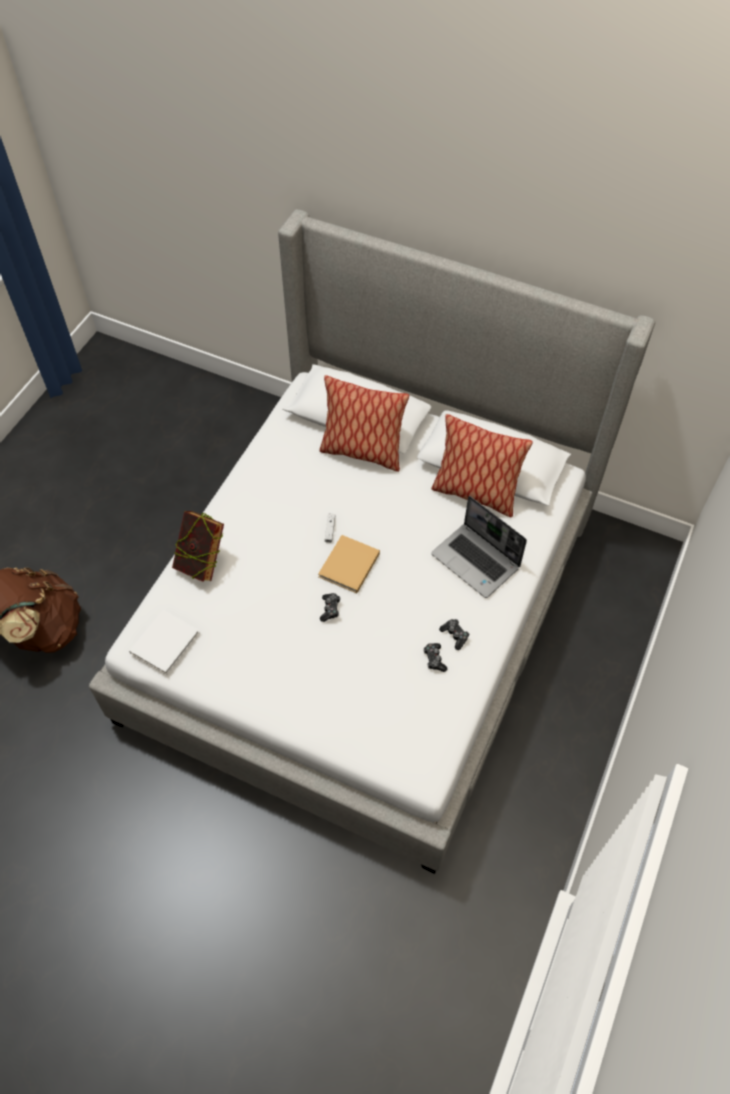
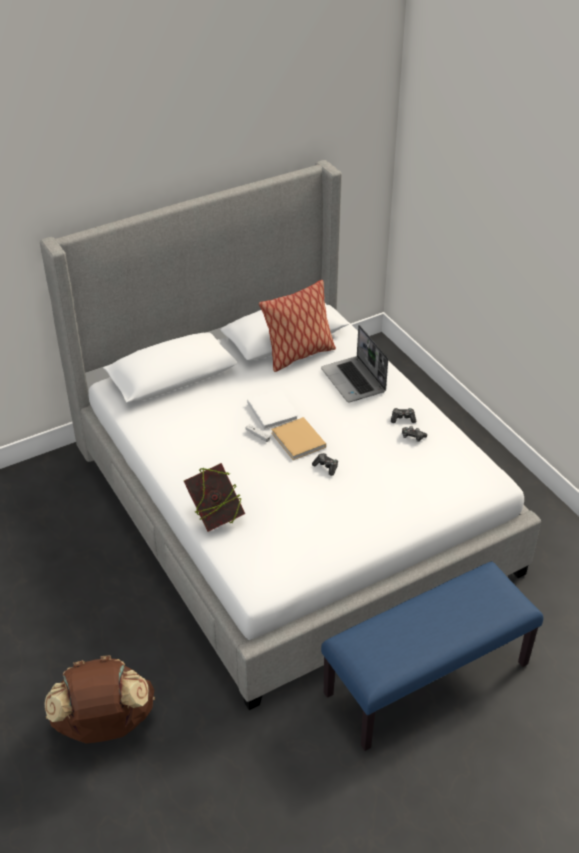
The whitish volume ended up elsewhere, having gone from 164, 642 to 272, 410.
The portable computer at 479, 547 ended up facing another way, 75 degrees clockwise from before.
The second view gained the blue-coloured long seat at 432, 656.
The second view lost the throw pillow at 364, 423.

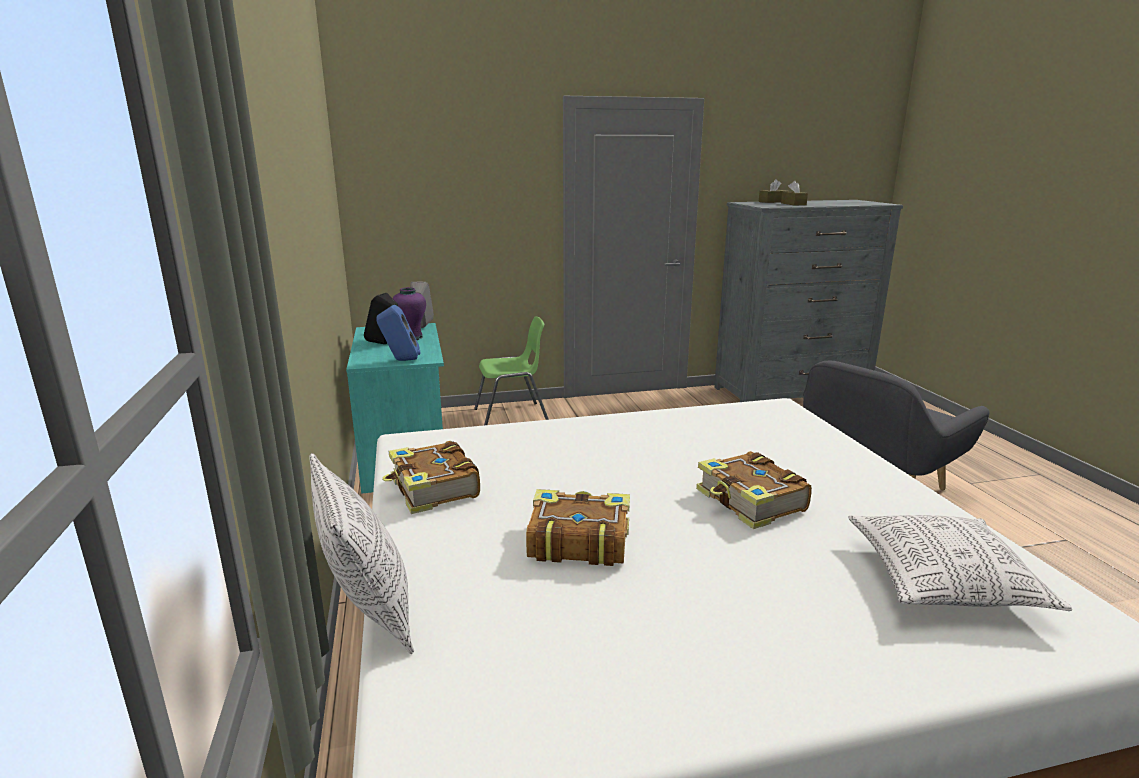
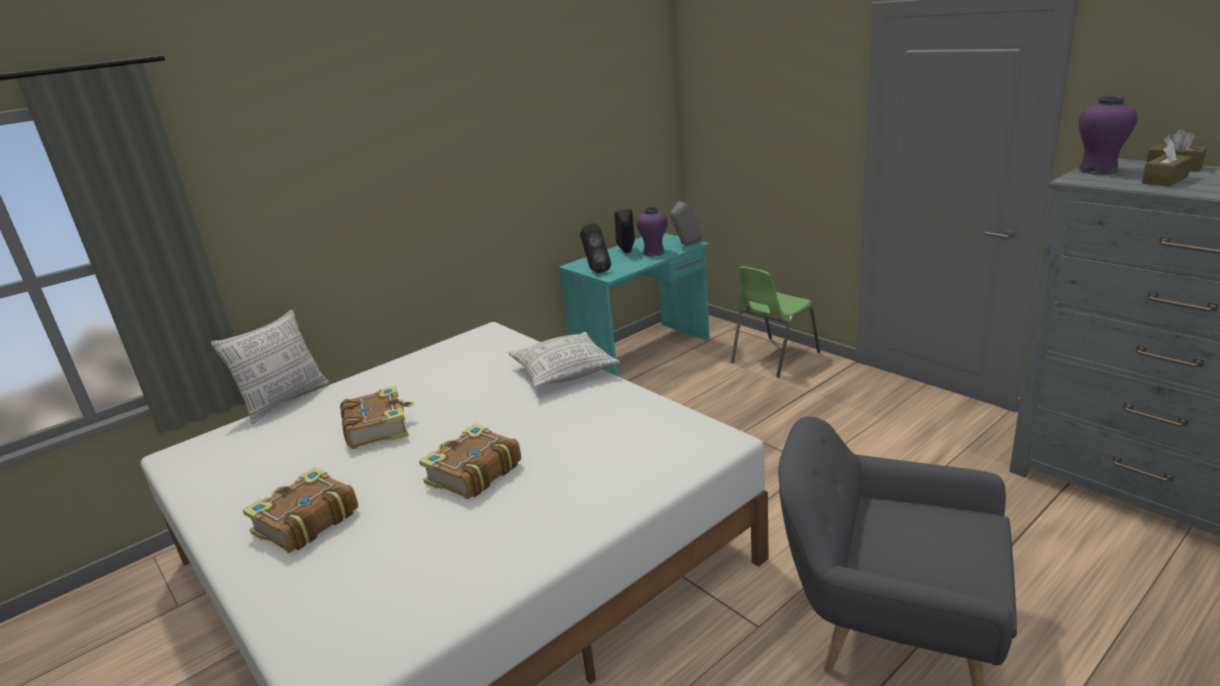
The volume ended up elsewhere, having gone from 431, 477 to 300, 510.
The throw pillow ended up elsewhere, having gone from 960, 563 to 564, 360.
What was the blue-coloured speaker at 398, 333 turned into the blackish speaker at 595, 248.
The greenish chair at 511, 370 ended up facing another way, 90 degrees clockwise from before.
The second view gained the purplish decorative vase at 1108, 135.

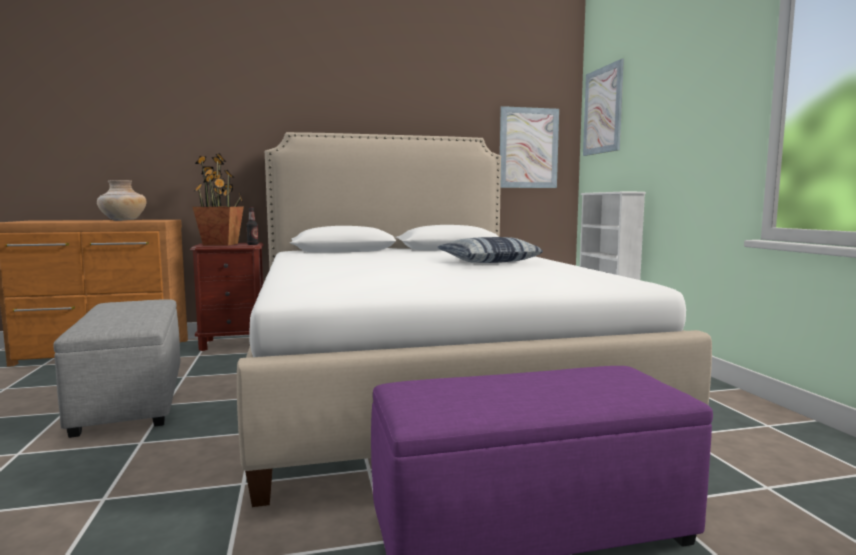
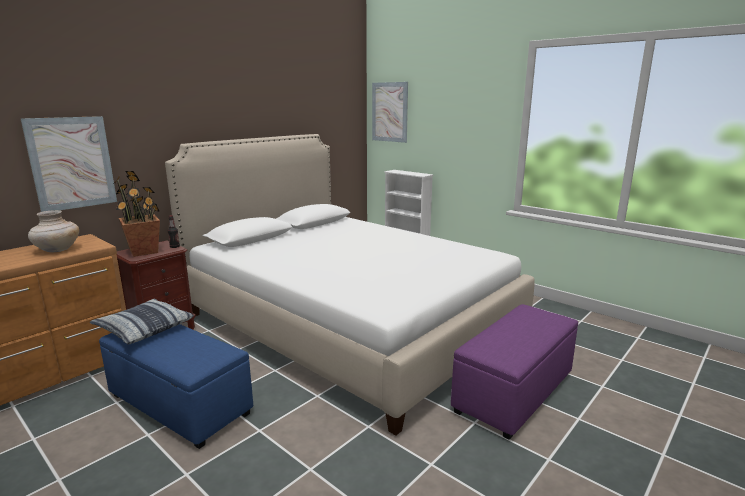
The wall art ended up elsewhere, having gone from 529, 147 to 69, 164.
The throw pillow ended up elsewhere, having gone from 490, 250 to 141, 321.
What was the grey ottoman at 116, 368 turned into the blue-coloured ottoman at 176, 386.

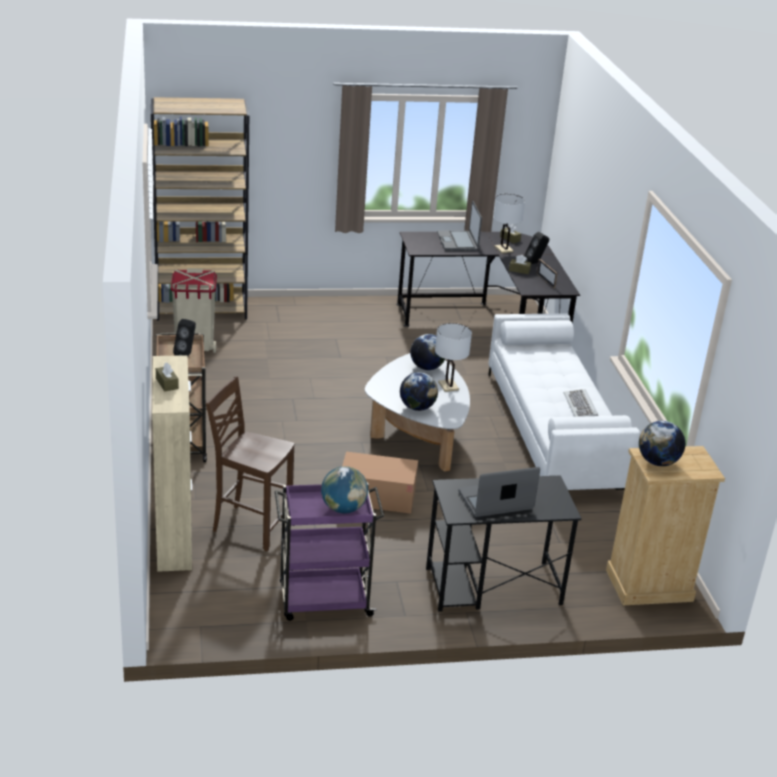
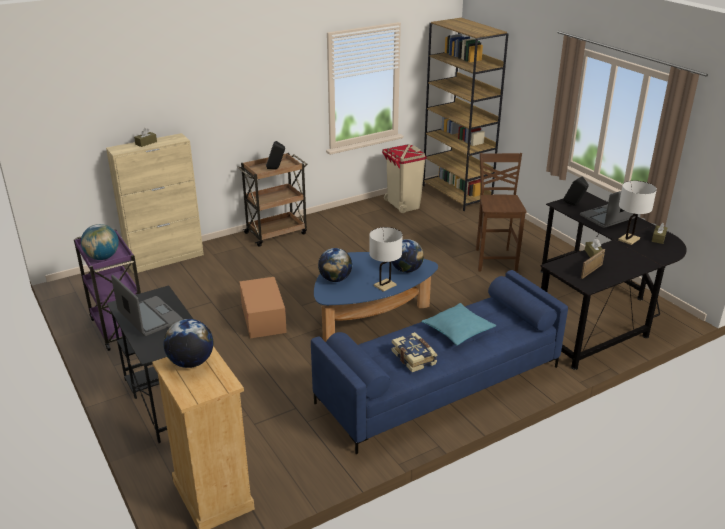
What was the whitish couch at 564, 401 turned into the blue-coloured couch at 439, 362.
What was the whitish coffee table at 417, 412 turned into the blue-coloured coffee table at 376, 297.
Where the keyboard stood at 581, 403, the volume came to stand at 414, 352.
The second view gained the turquoise throw pillow at 459, 324.
The brownish chair ended up elsewhere, having gone from 250, 463 to 501, 212.
The blackish speaker ended up elsewhere, having gone from 536, 248 to 576, 191.

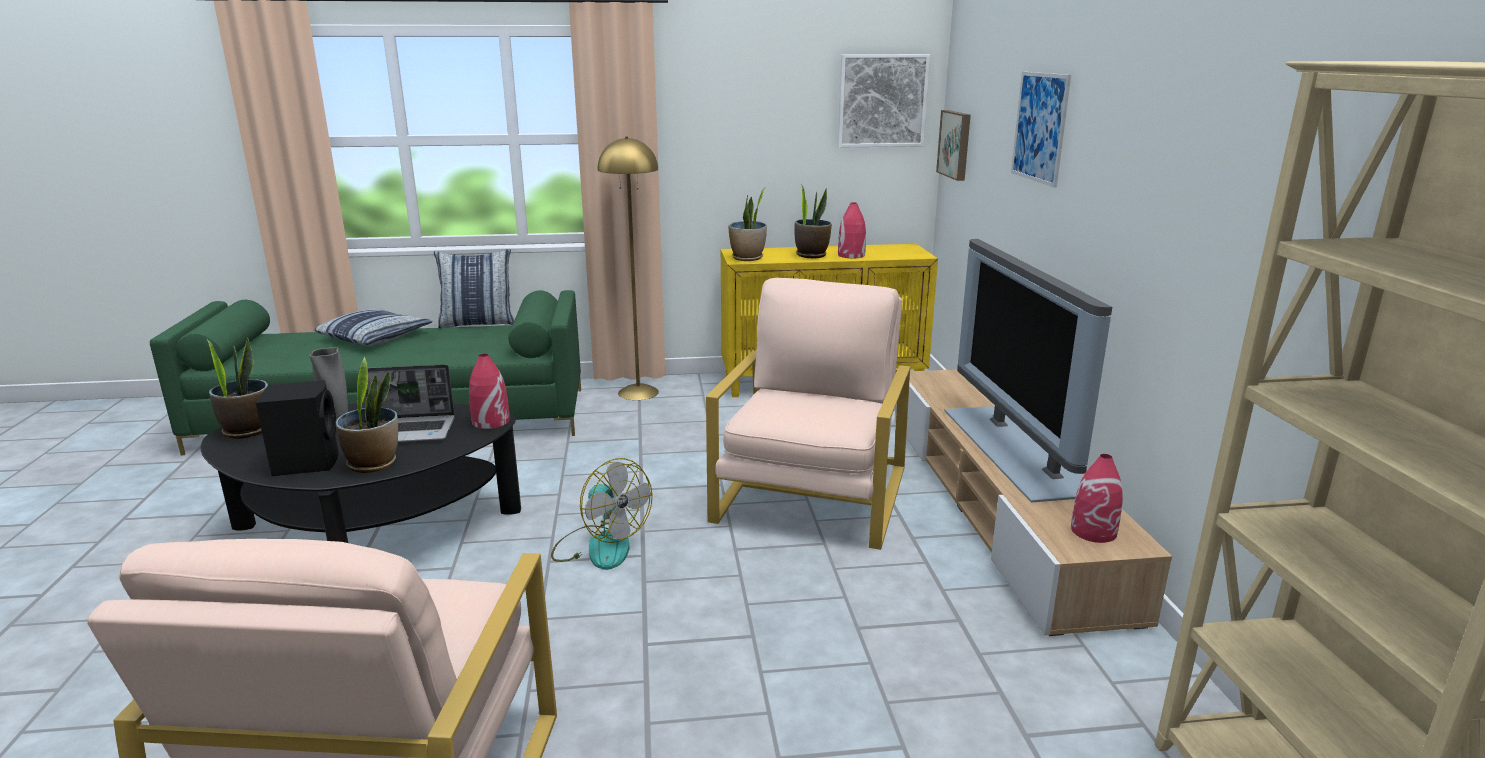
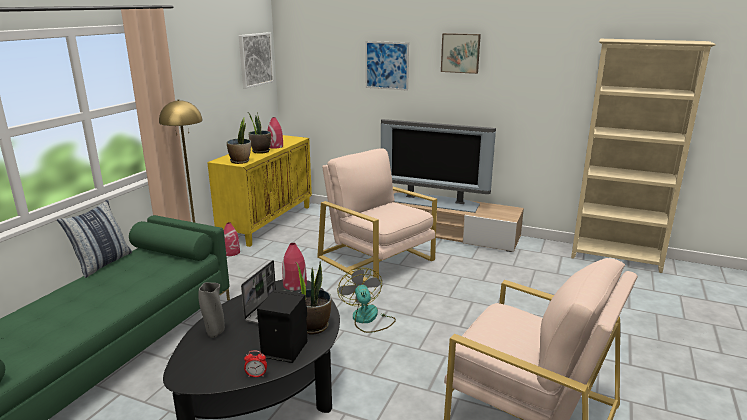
The red-coloured decorative vase ended up elsewhere, having gone from 1097, 498 to 232, 239.
The second view gained the table clock at 255, 364.
The fan at 601, 514 ended up facing another way, 90 degrees counterclockwise from before.
The wall art ended up elsewhere, having gone from 953, 145 to 461, 53.
The second view lost the plant in a pot at 236, 388.
The second view lost the throw pillow at 373, 327.

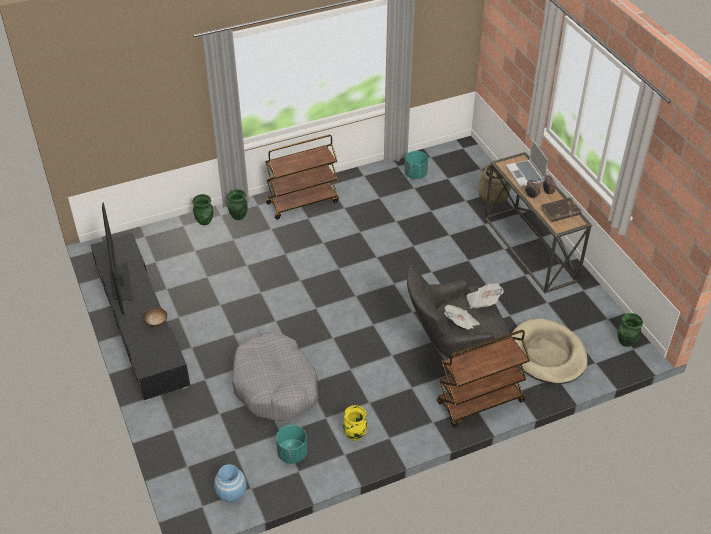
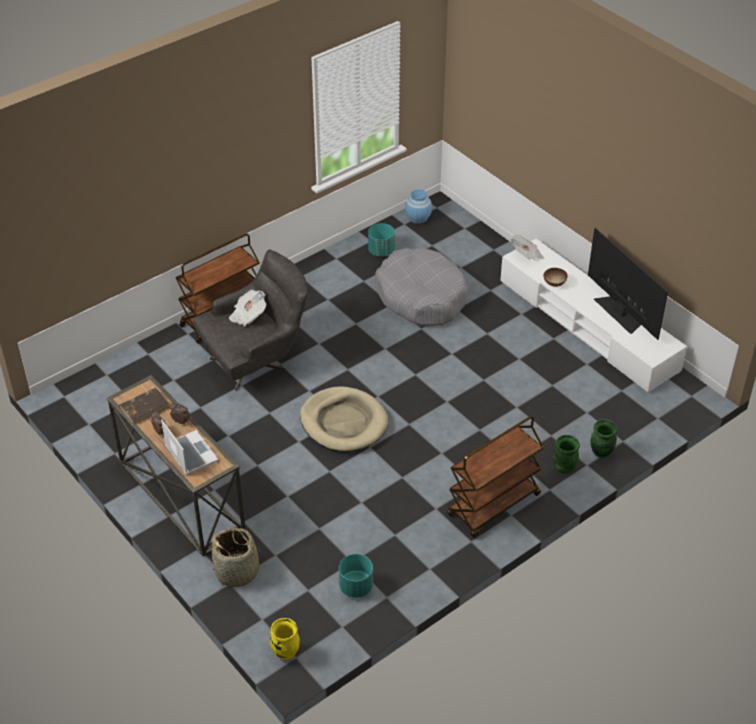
The yellow decorative vase ended up elsewhere, having gone from 355, 423 to 285, 639.
The beige pet bed ended up elsewhere, having gone from 550, 351 to 344, 419.
What was the blackish tv unit at 140, 317 turned into the whitish tv unit at 593, 315.
The printed paper ended up elsewhere, having gone from 485, 295 to 527, 247.
The second view lost the greenish decorative vase at 630, 330.

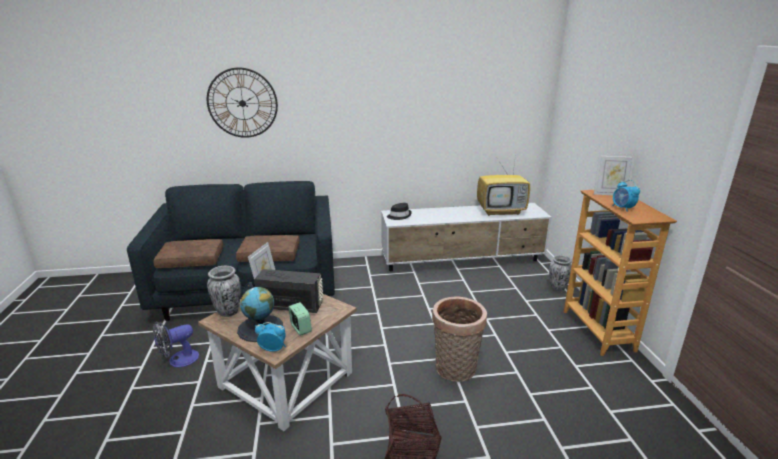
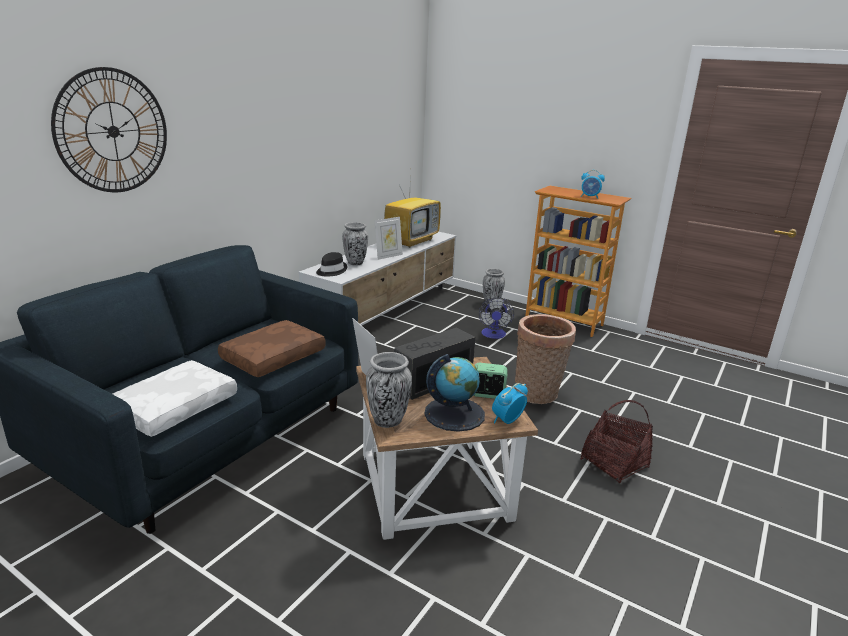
What was the brownish throw pillow at 188, 253 turned into the whitish throw pillow at 175, 398.
The second view gained the decorative vase at 355, 244.
The photo frame ended up elsewhere, having gone from 614, 174 to 389, 238.
The fan ended up elsewhere, having gone from 176, 344 to 496, 318.

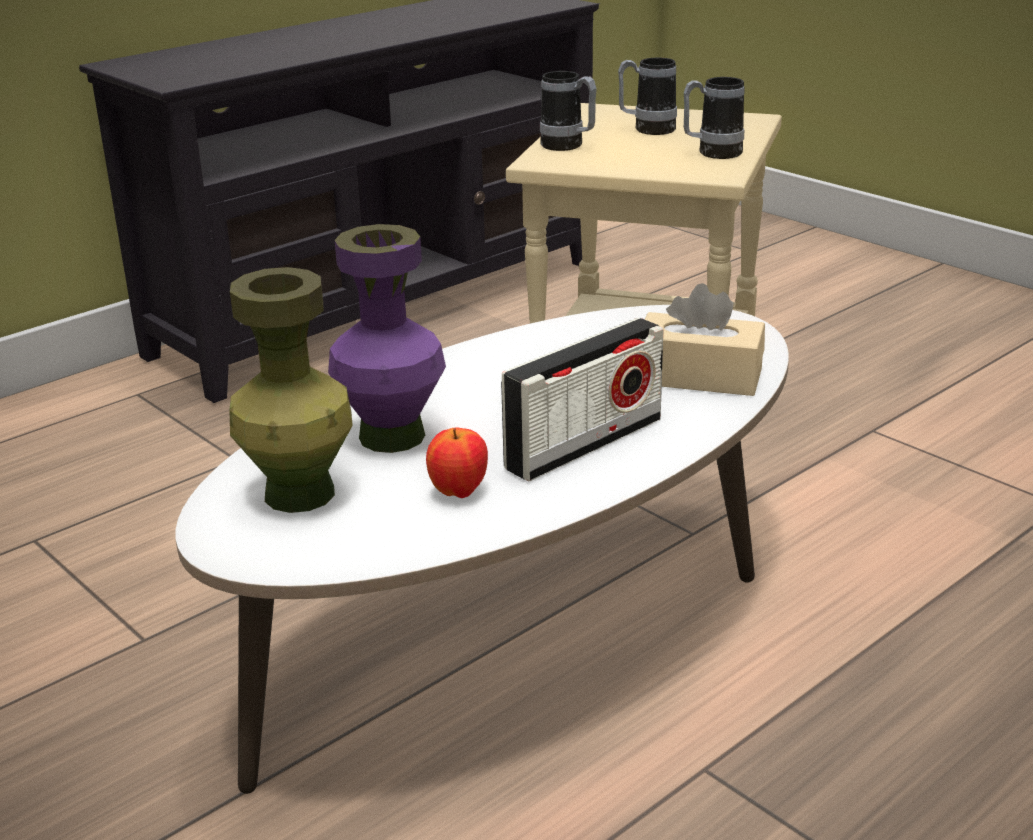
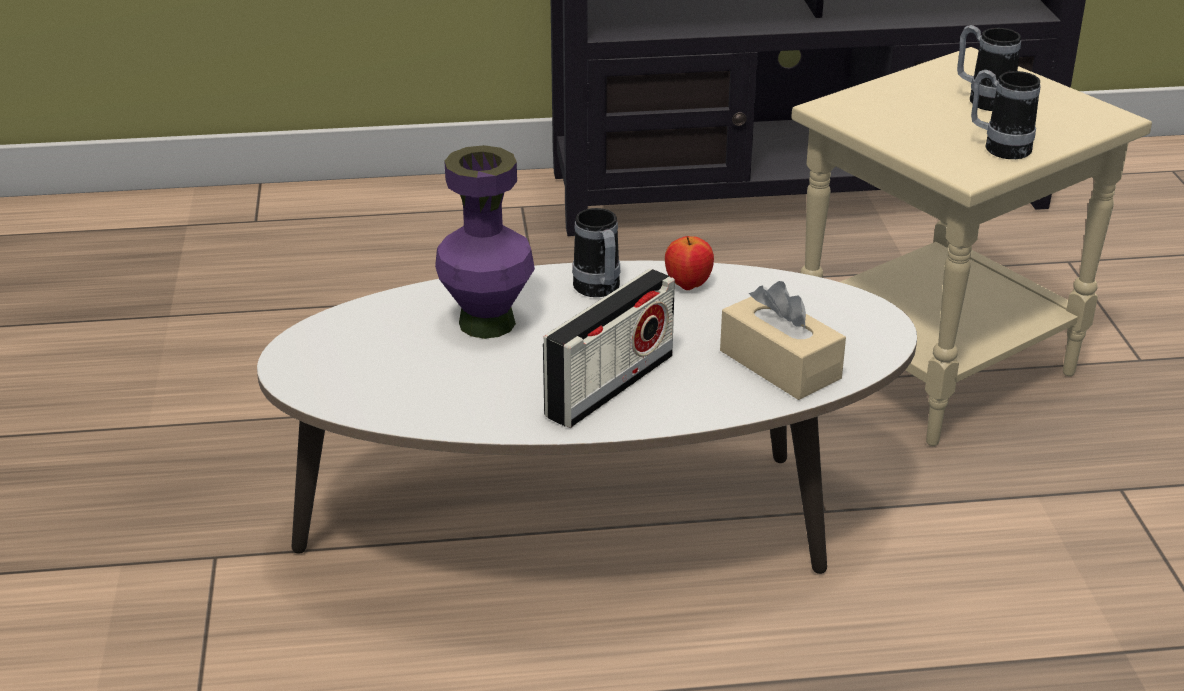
The radio set at 582, 399 ended up facing another way, 45 degrees counterclockwise from before.
The tea mug ended up elsewhere, having gone from 568, 111 to 596, 252.
The apple ended up elsewhere, having gone from 457, 463 to 689, 263.
The second view lost the greenish decorative vase at 291, 390.

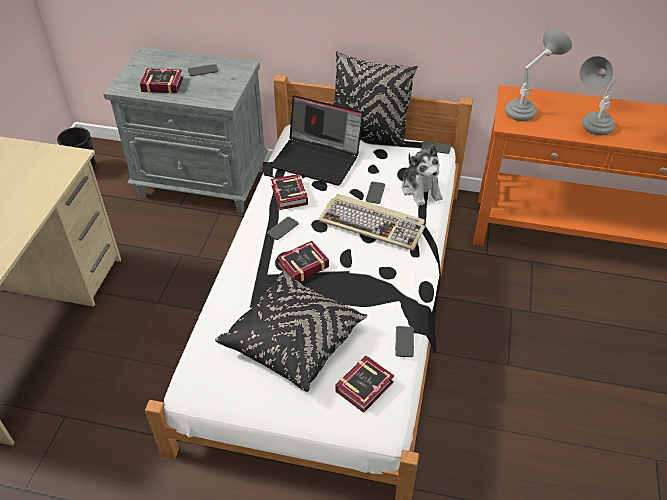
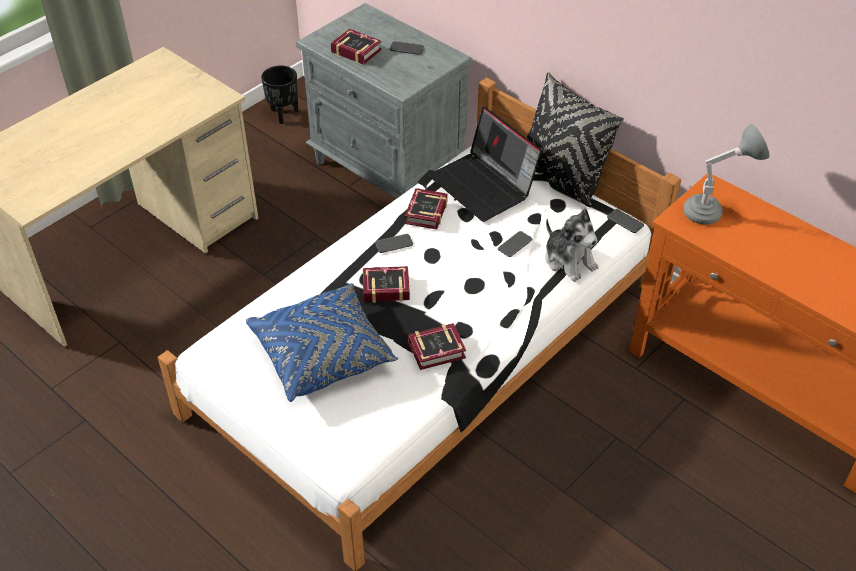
What was the blackish throw pillow at 291, 331 turned into the blue-coloured throw pillow at 322, 342.
The volume ended up elsewhere, having gone from 364, 384 to 437, 346.
The cuddly toy at 422, 175 ended up facing another way, 45 degrees counterclockwise from before.
The second view lost the keyboard at 371, 222.
The second view lost the phone at 404, 341.
The second view lost the grey lamp for a table at 599, 95.

